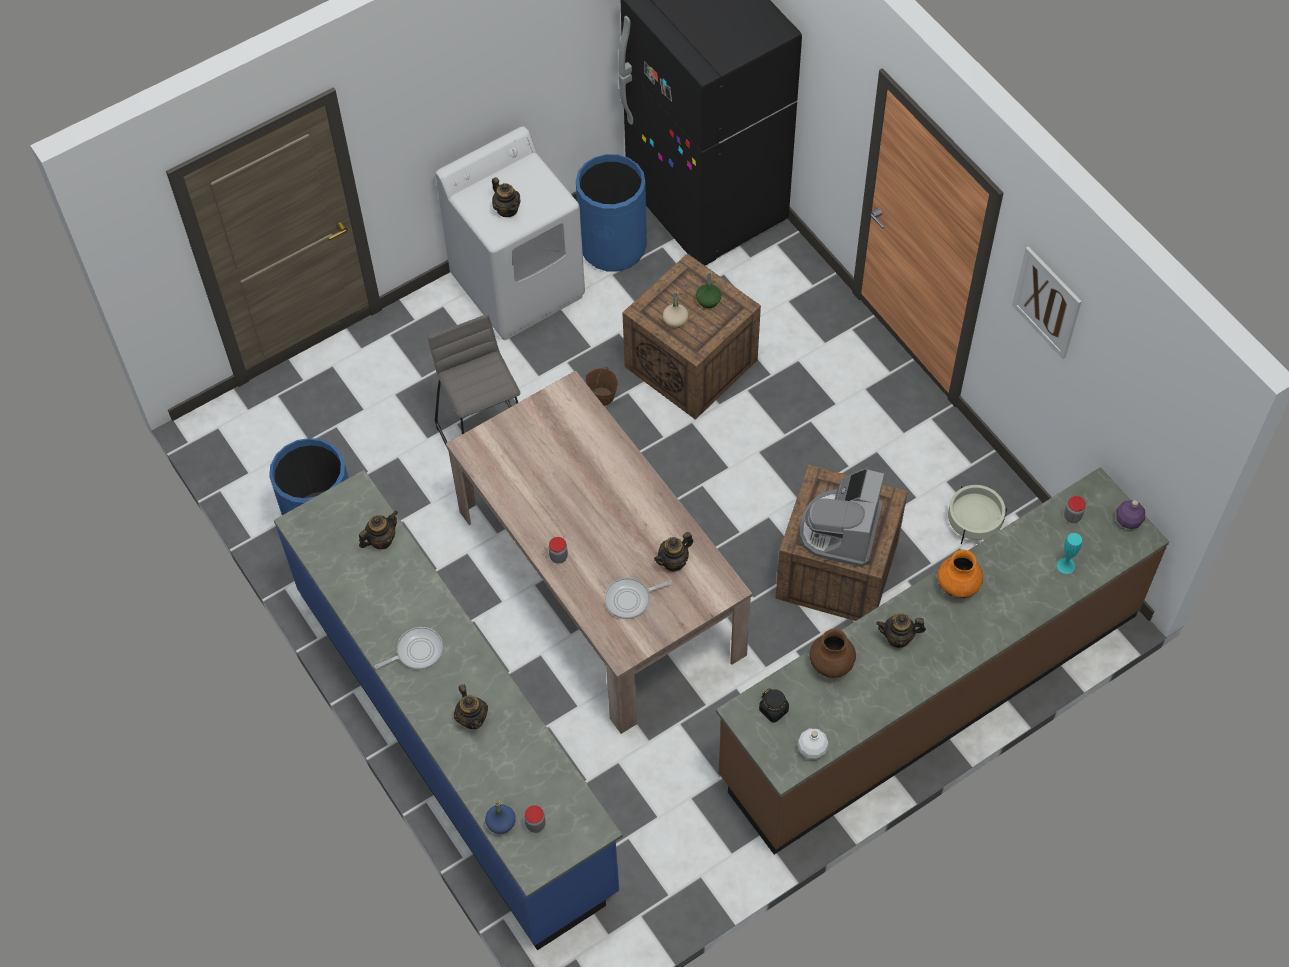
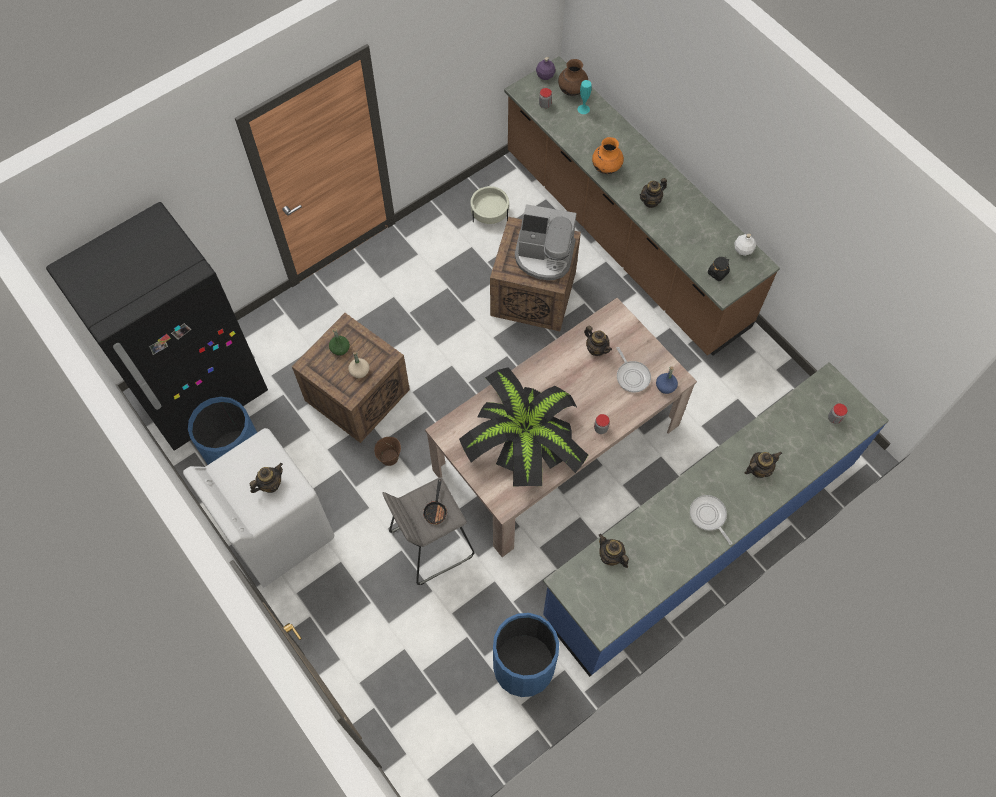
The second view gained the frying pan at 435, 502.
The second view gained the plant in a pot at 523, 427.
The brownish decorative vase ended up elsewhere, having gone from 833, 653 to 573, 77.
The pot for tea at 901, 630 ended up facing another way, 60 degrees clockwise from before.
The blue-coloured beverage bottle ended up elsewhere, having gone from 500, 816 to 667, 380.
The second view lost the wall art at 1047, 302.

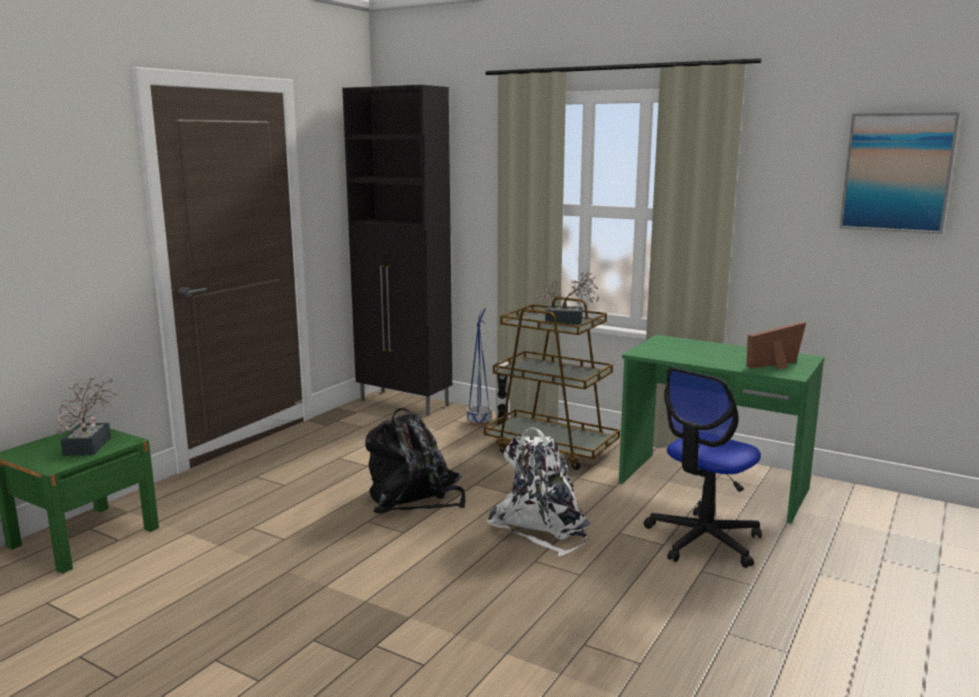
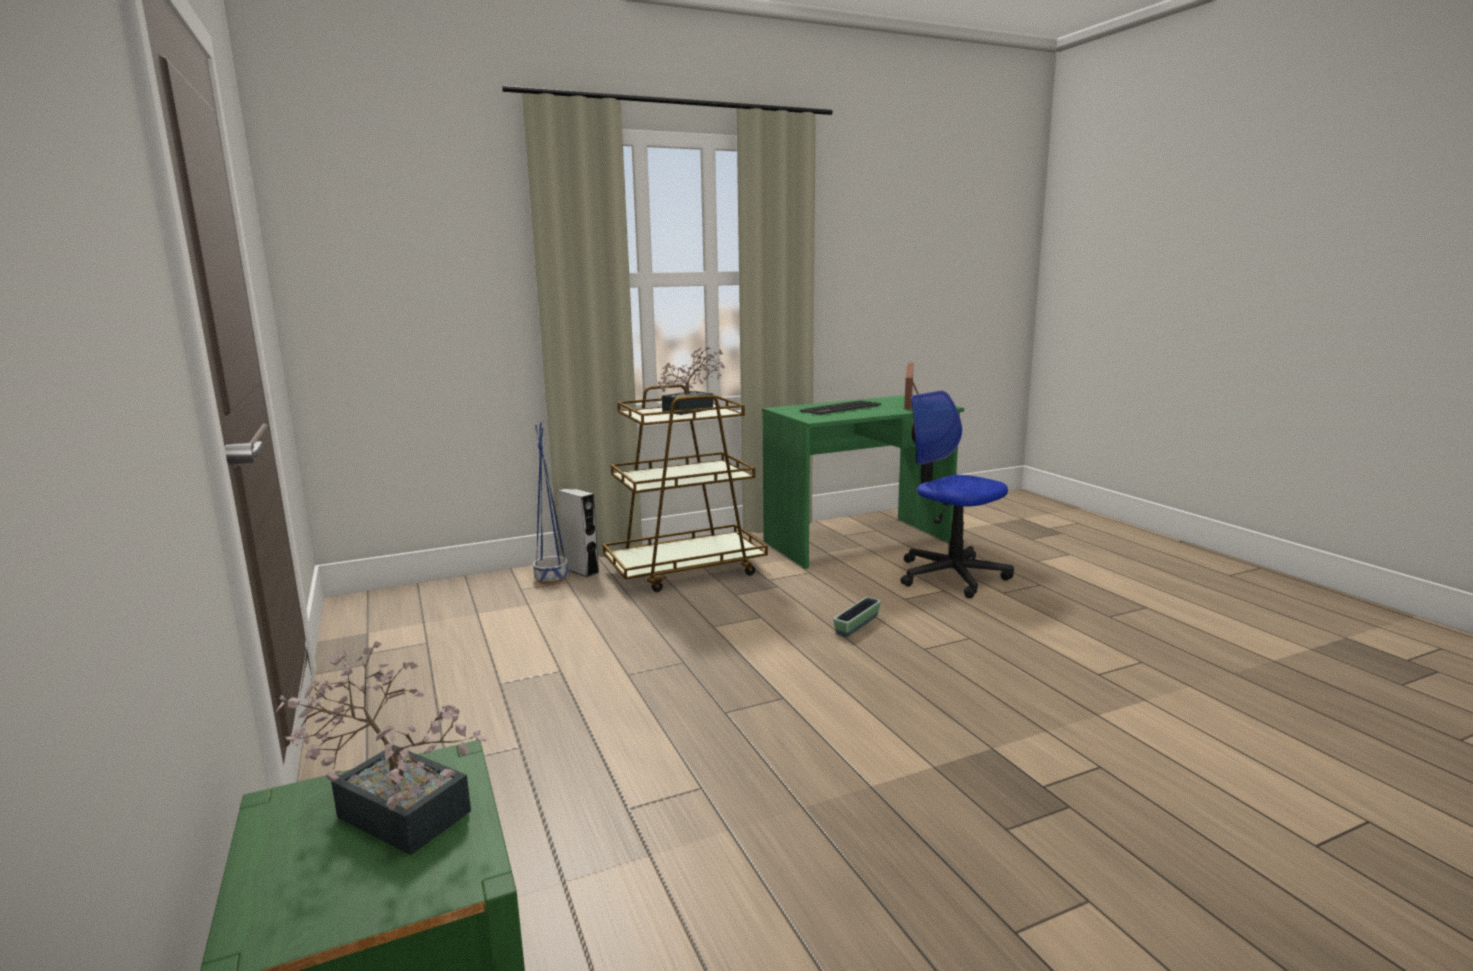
The second view gained the keyboard at 840, 408.
Where the whitish knapsack stood at 538, 491, the flower pot came to stand at 857, 617.
The desk chair at 703, 467 ended up facing another way, 150 degrees clockwise from before.
The second view lost the blackish storage cabinet at 397, 250.
The second view lost the blackish knapsack at 415, 461.
The second view lost the wall art at 900, 173.

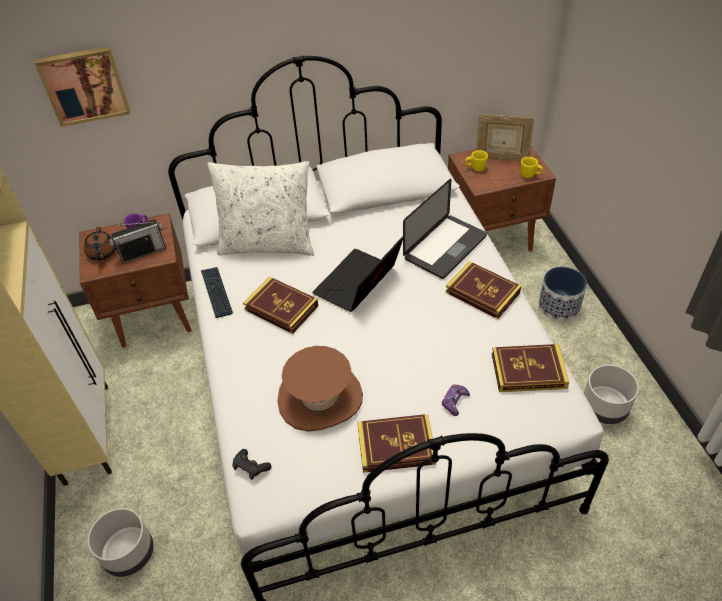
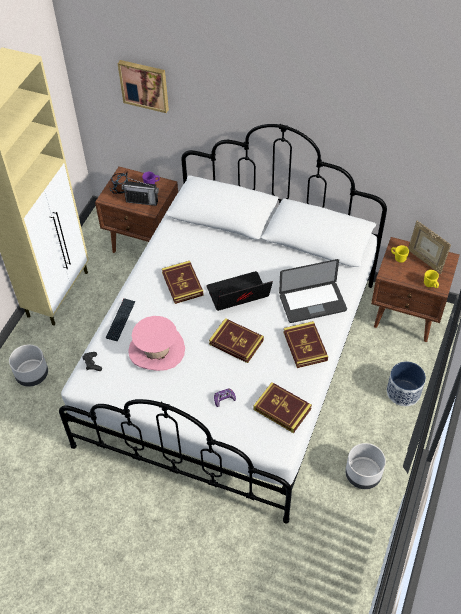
The keyboard ended up elsewhere, having gone from 217, 292 to 121, 319.
What was the brownish hat at 320, 388 turned into the pink-coloured hat at 156, 343.
The volume ended up elsewhere, having gone from 397, 443 to 236, 340.
The second view lost the whitish throw pillow at 260, 208.

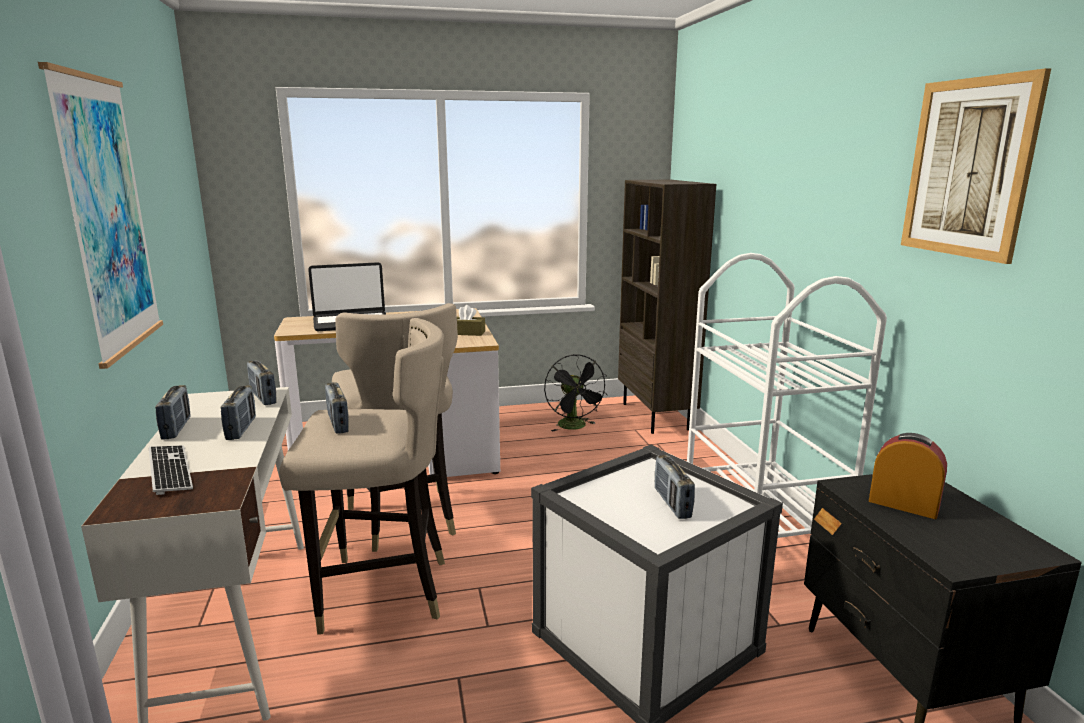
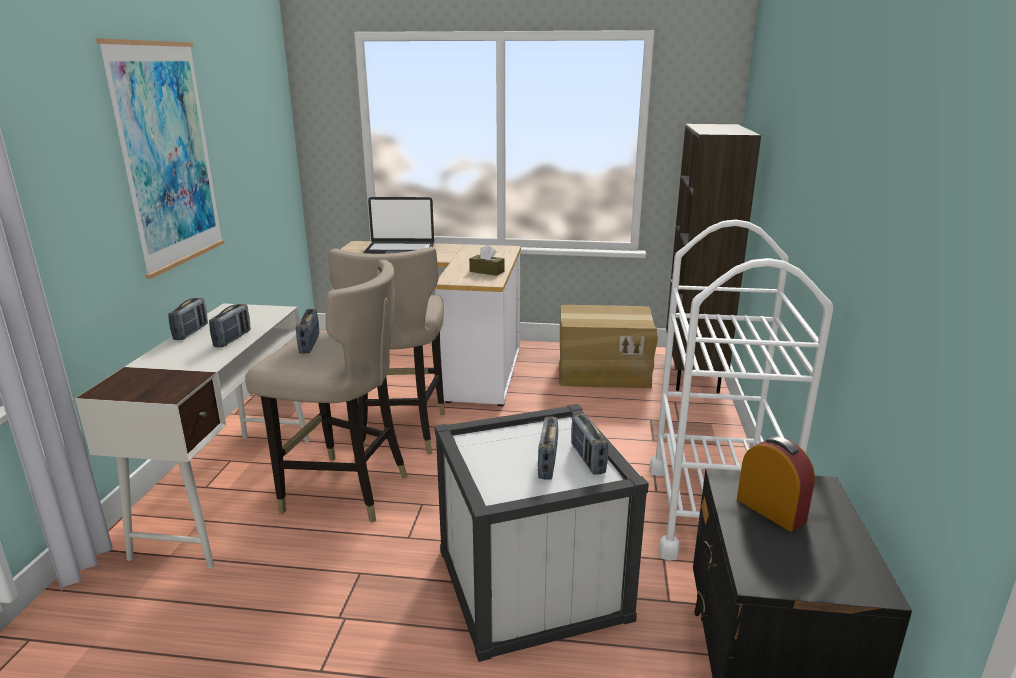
Where the blackish fan stood at 575, 392, the carton came to stand at 608, 346.
The radio set ended up elsewhere, having gone from 262, 382 to 589, 444.
The second view lost the keyboard at 171, 470.
The second view lost the wall art at 976, 166.

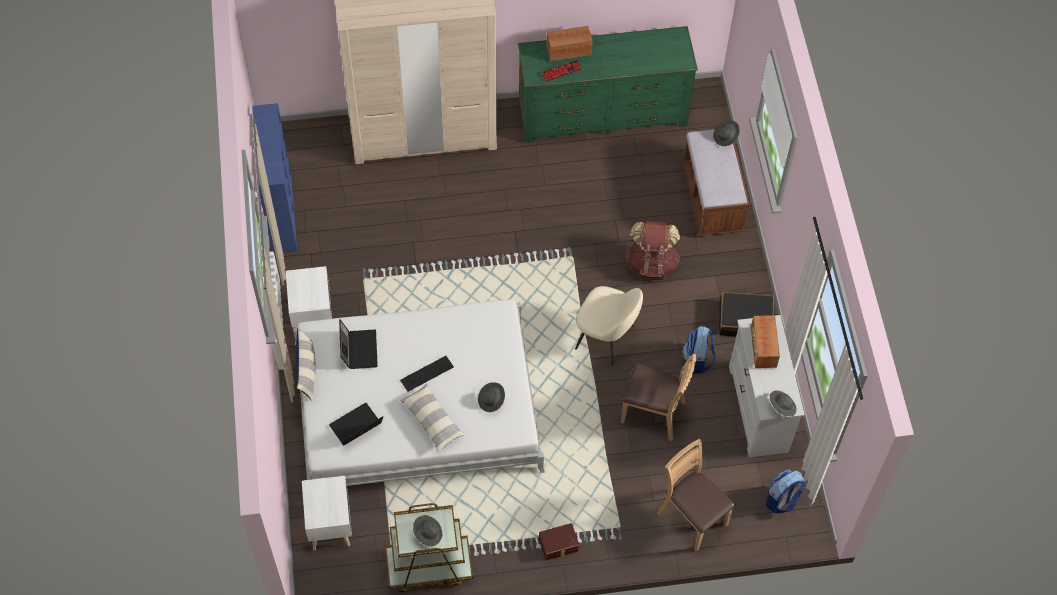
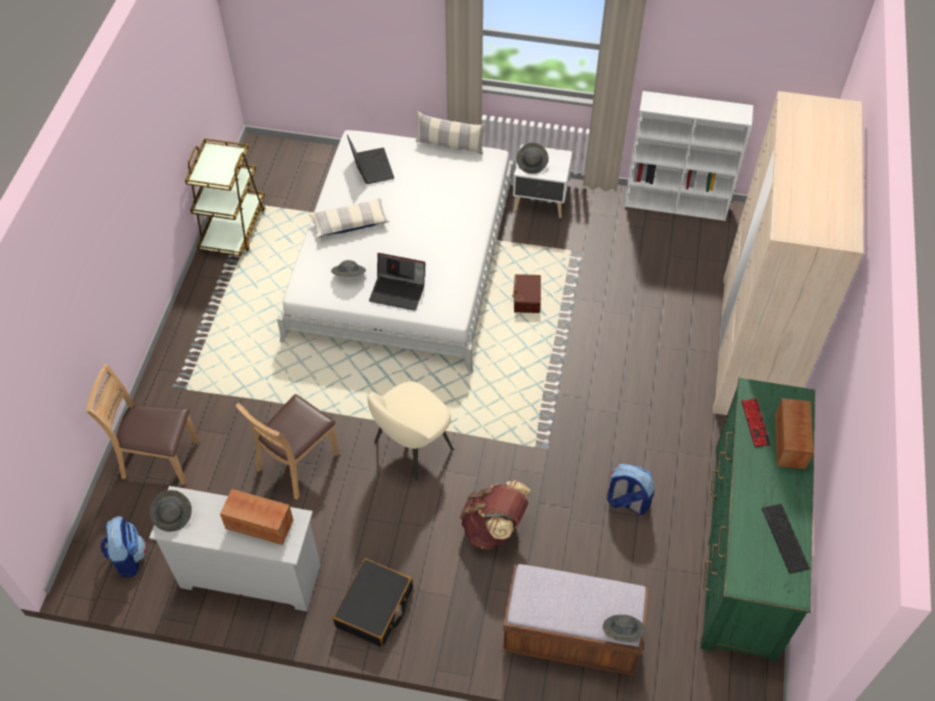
The brownish chair at 696, 495 ended up facing another way, 150 degrees counterclockwise from before.
The portable computer ended up elsewhere, having gone from 358, 344 to 397, 282.
The brownish storage bin ended up elsewhere, having gone from 559, 541 to 526, 293.
The grey hat ended up elsewhere, having gone from 427, 530 to 533, 158.
The knapsack ended up elsewhere, having gone from 699, 350 to 631, 489.
What was the blue-coloured bookcase at 274, 178 turned into the whitish bookcase at 688, 156.
The keyboard ended up elsewhere, having gone from 427, 374 to 786, 539.
The second view lost the whitish night table at 327, 513.

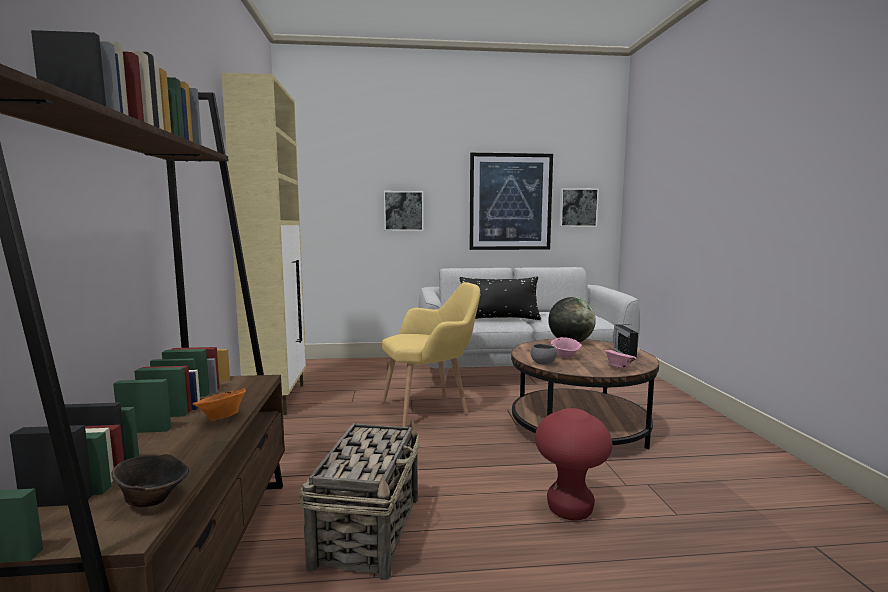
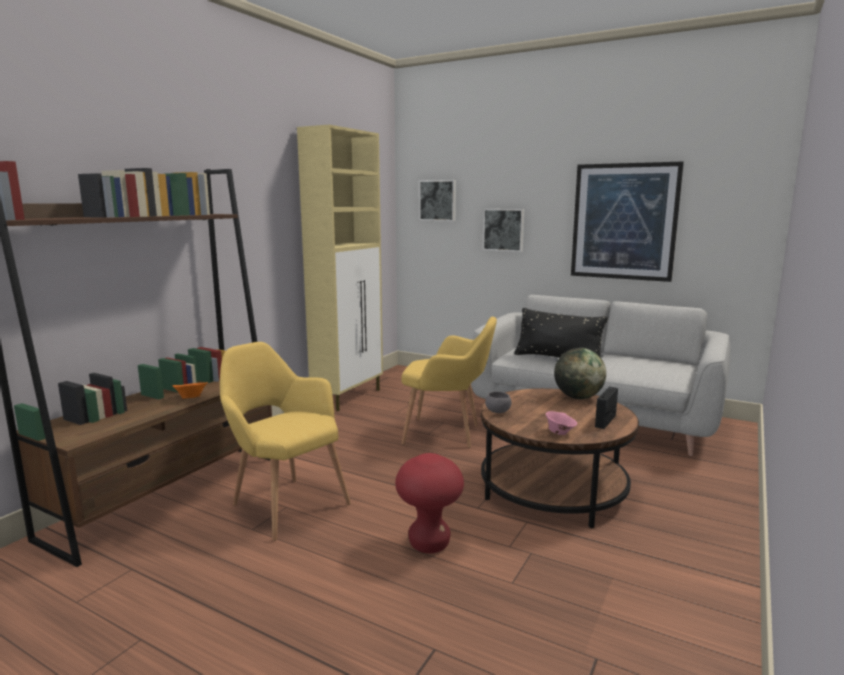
Where the storage basket stood at 359, 499, the yellow armchair came to stand at 285, 441.
The wall art ended up elsewhere, having gone from 579, 207 to 437, 200.
The second view lost the brownish serving bowl at 150, 480.
The second view lost the pink-coloured serving bowl at 566, 347.

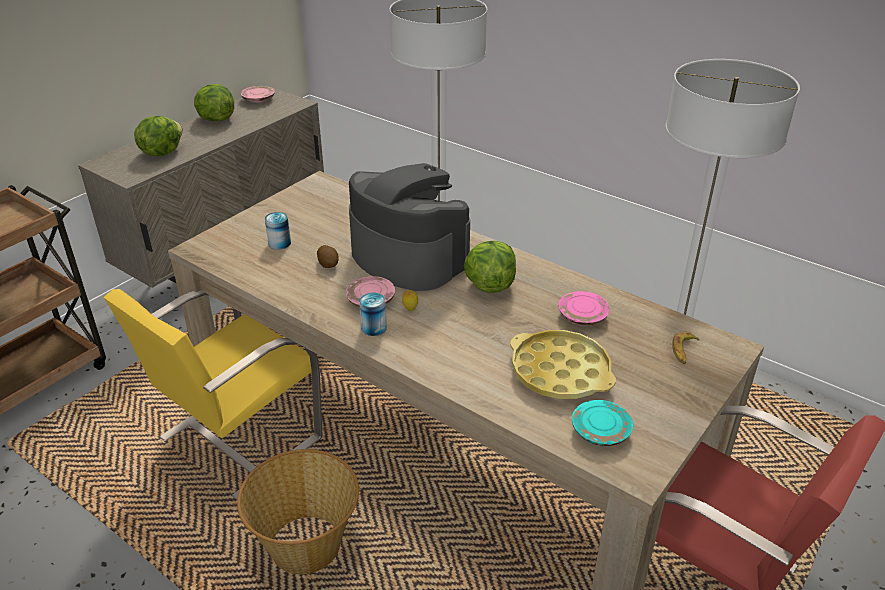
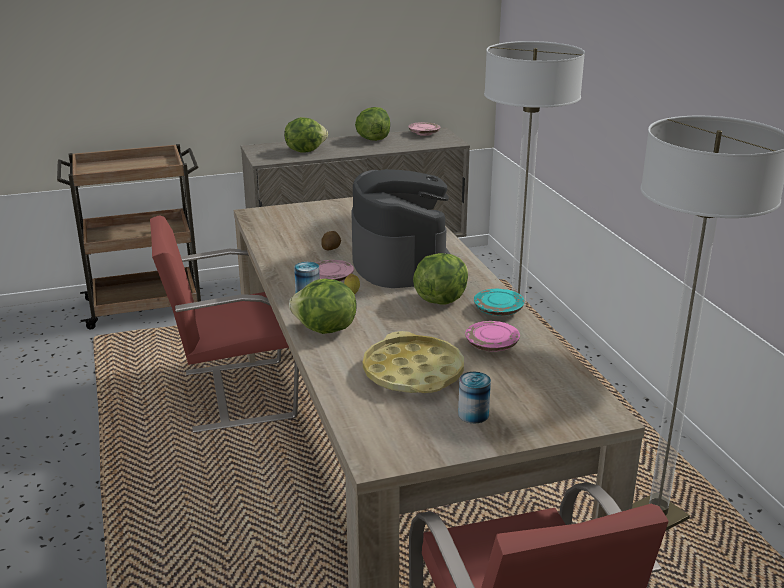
What was the yellow chair at 213, 394 turned into the red-coloured chair at 224, 323.
The second view gained the lettuce at 323, 306.
The sealed can ended up elsewhere, having gone from 278, 231 to 474, 397.
The turquoise flat dish ended up elsewhere, having gone from 602, 423 to 499, 302.
The second view lost the storage basket at 298, 512.
The second view lost the banana fruit at 686, 348.

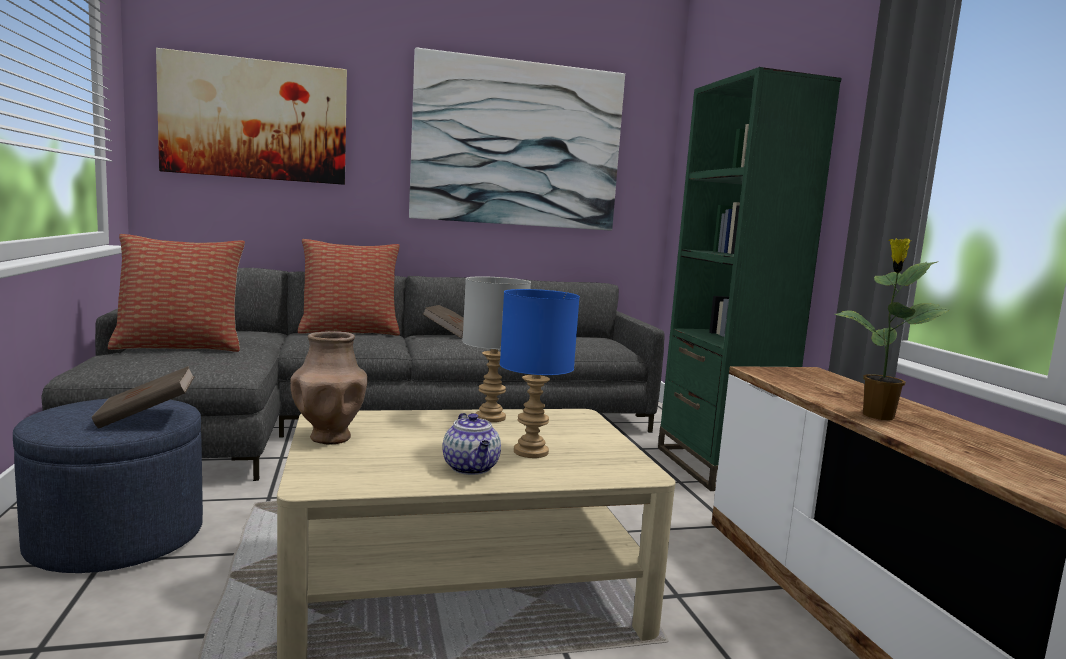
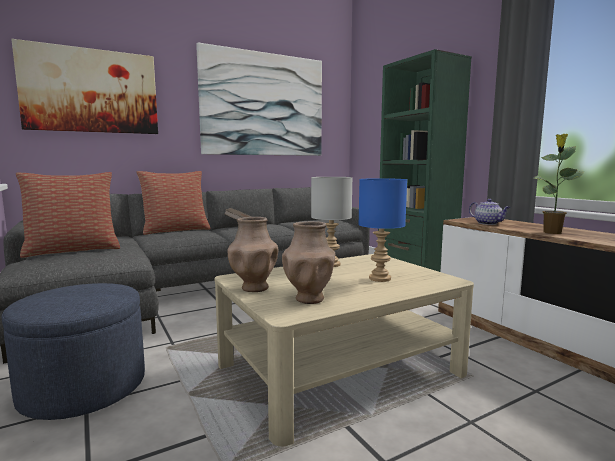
The second view gained the brownish decorative vase at 308, 262.
The pot for tea ended up elsewhere, having gone from 471, 444 to 489, 212.
The second view lost the brownish volume at 143, 397.

